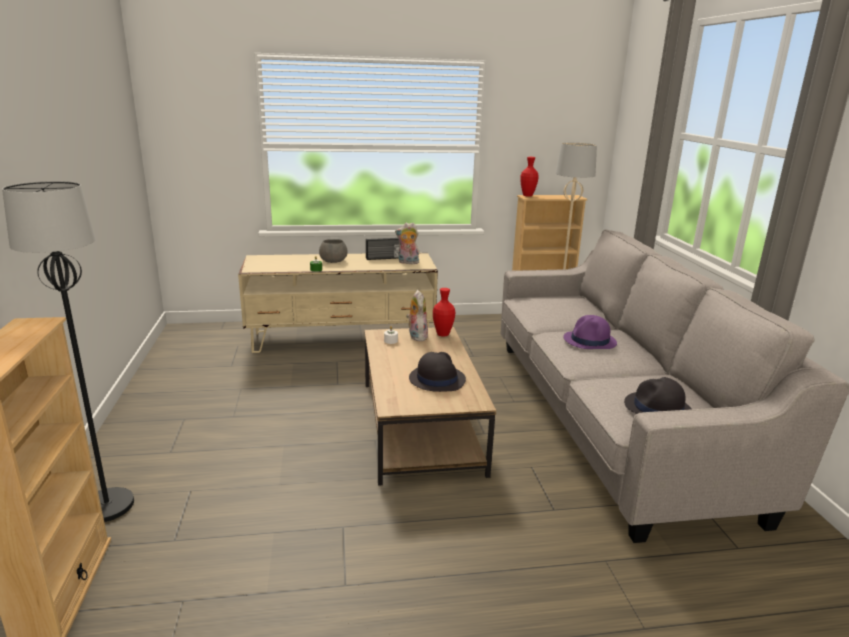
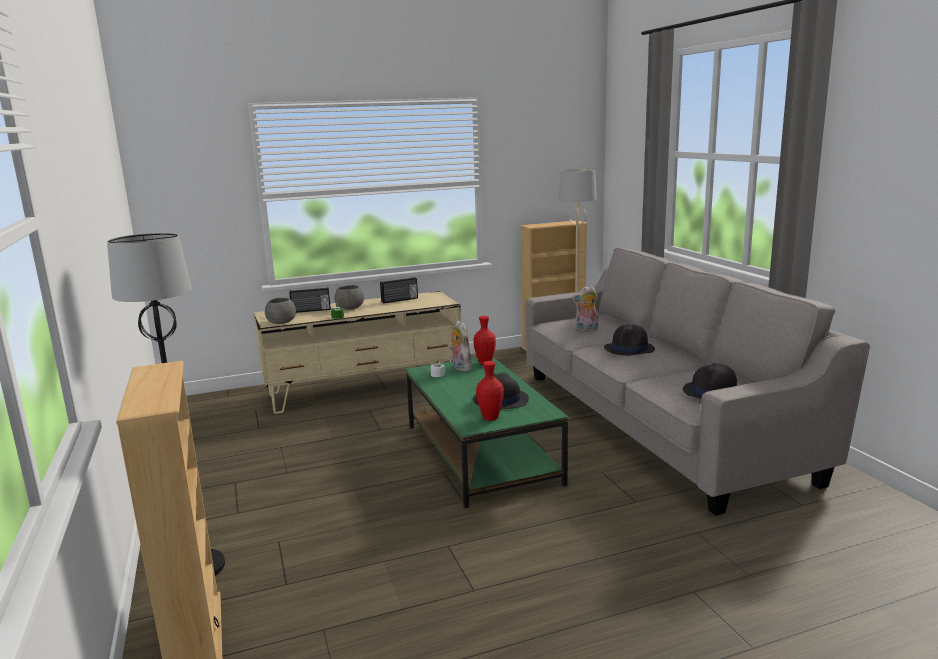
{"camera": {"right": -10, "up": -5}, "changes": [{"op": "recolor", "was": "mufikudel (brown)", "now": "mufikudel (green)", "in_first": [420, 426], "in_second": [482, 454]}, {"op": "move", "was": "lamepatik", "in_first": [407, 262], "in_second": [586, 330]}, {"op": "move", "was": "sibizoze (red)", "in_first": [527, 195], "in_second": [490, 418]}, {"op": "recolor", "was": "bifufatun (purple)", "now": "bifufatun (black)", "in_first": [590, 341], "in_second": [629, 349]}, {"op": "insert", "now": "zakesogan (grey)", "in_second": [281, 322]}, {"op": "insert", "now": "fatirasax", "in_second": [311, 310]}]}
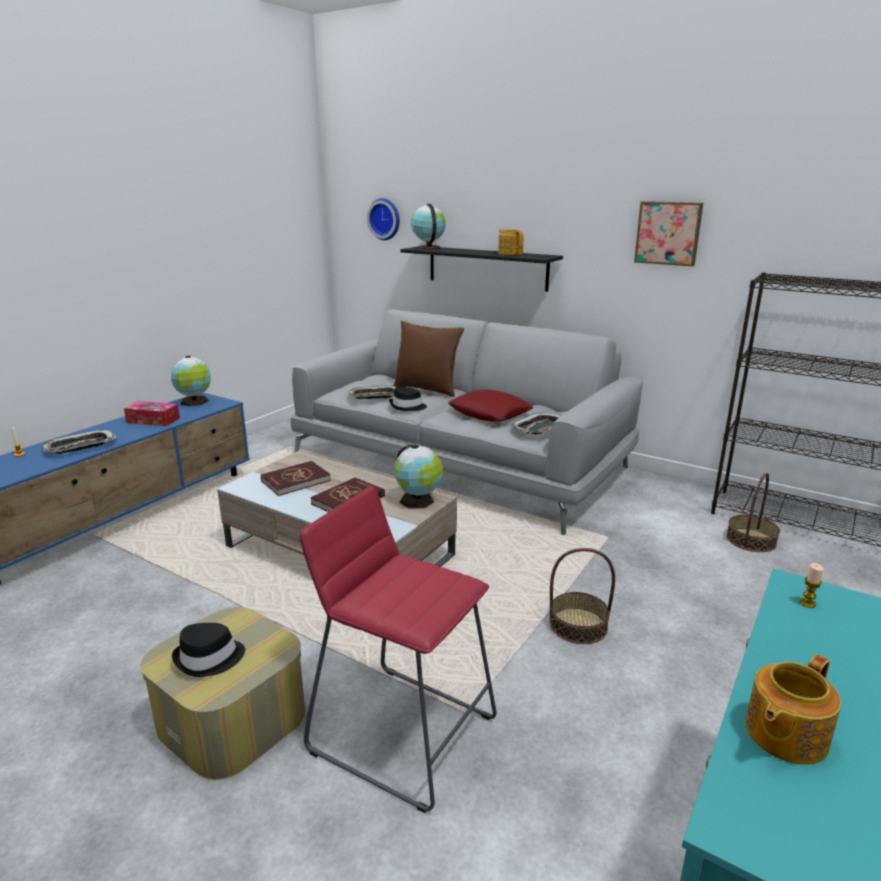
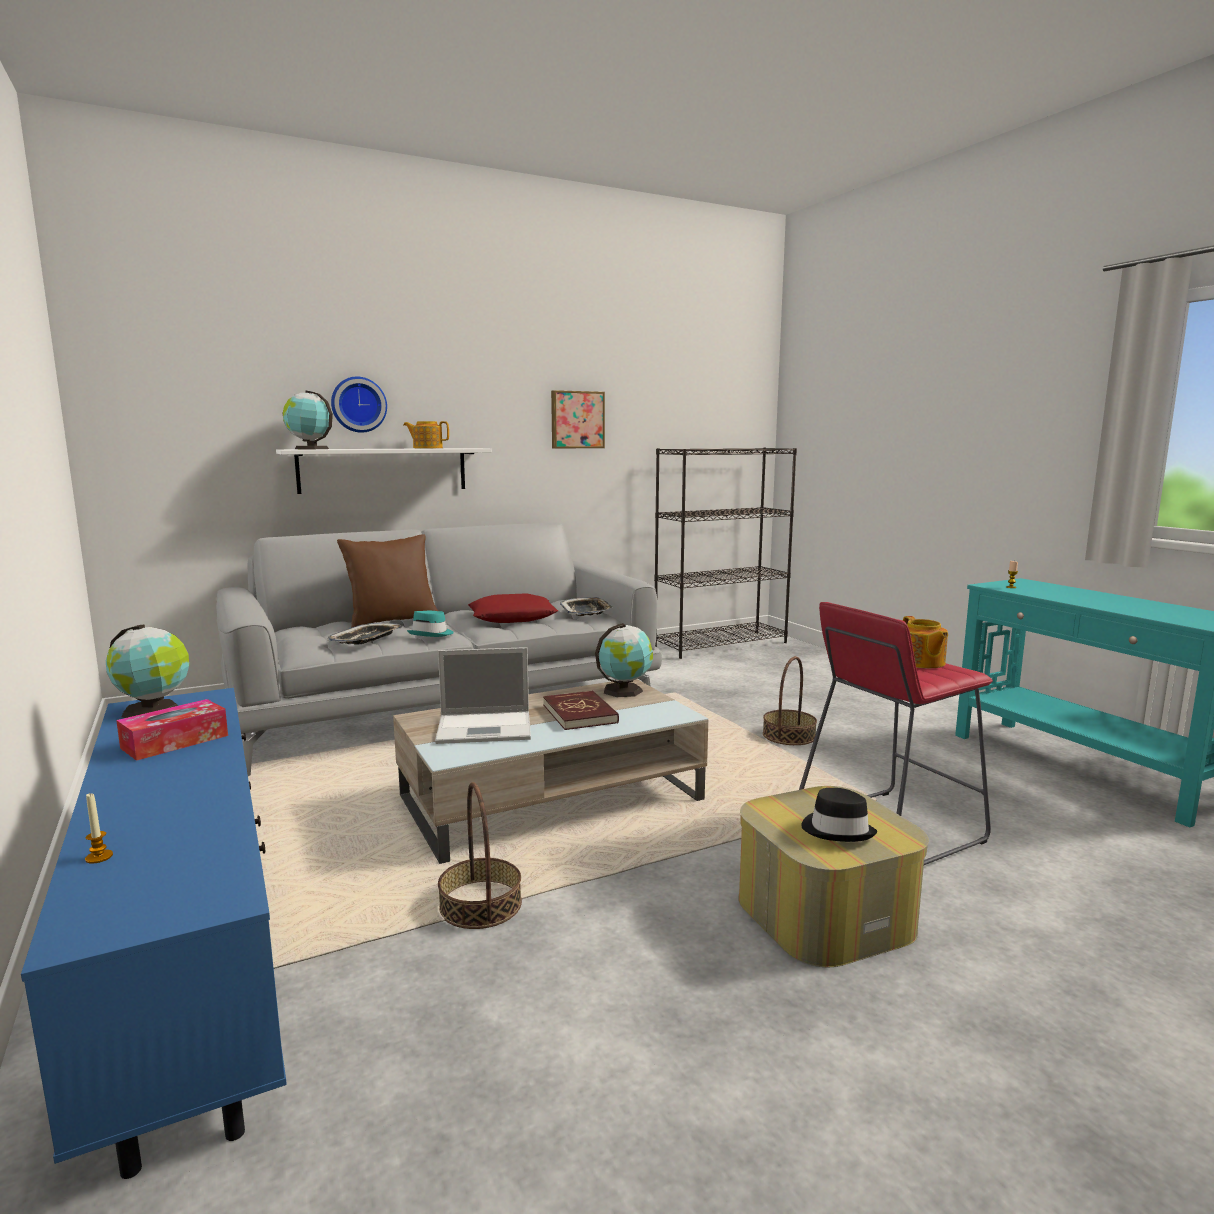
{"camera": {"right": -60, "up": -10}, "changes": [{"op": "delete", "was": "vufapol", "in_first": [80, 447]}, {"op": "replace", "was": "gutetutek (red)", "now": "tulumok", "in_first": [295, 480], "in_second": [486, 728]}, {"op": "move", "was": "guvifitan", "in_first": [385, 219], "in_second": [358, 404]}, {"op": "recolor", "was": "bifufatun (black)", "now": "bifufatun (turquoise)", "in_first": [407, 406], "in_second": [432, 634]}, {"op": "recolor", "was": "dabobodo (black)", "now": "dabobodo (white)", "in_first": [487, 268], "in_second": [383, 470]}, {"op": "move", "was": "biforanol", "in_first": [750, 540], "in_second": [480, 904]}, {"op": "move", "was": "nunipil", "in_first": [783, 734], "in_second": [921, 662]}]}
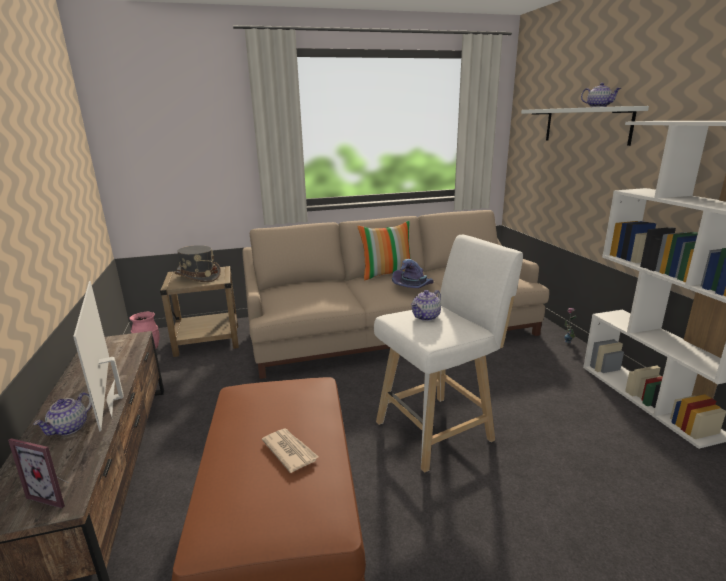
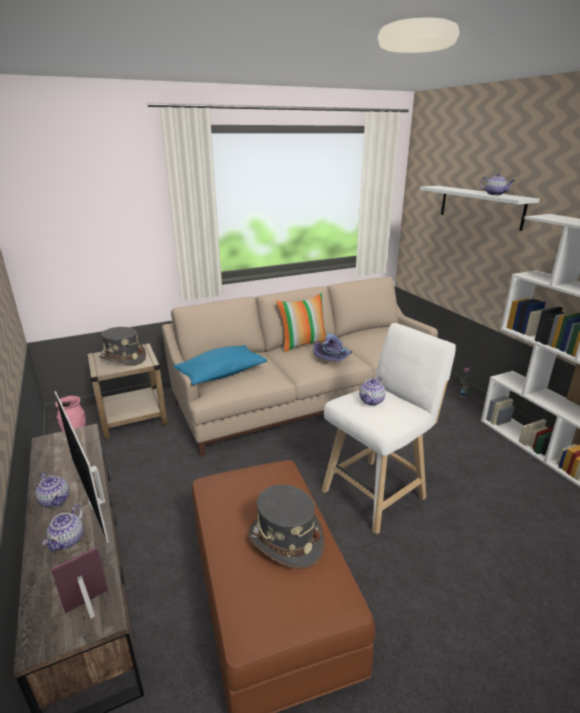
{"camera": {"right": -10, "up": 5}, "changes": [{"op": "rotate", "was": "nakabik", "in_first": [56, 493], "in_second": [90, 608], "clockwise": 135}, {"op": "replace", "was": "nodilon", "now": "bifufatun (grey)", "in_first": [290, 451], "in_second": [285, 540]}, {"op": "insert", "now": "nunipil", "in_second": [55, 500]}, {"op": "insert", "now": "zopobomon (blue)", "in_second": [221, 374]}]}
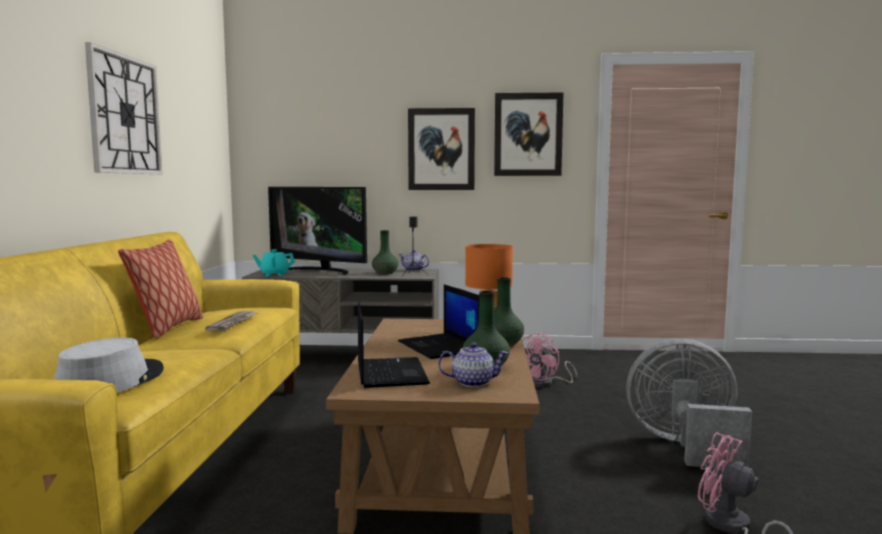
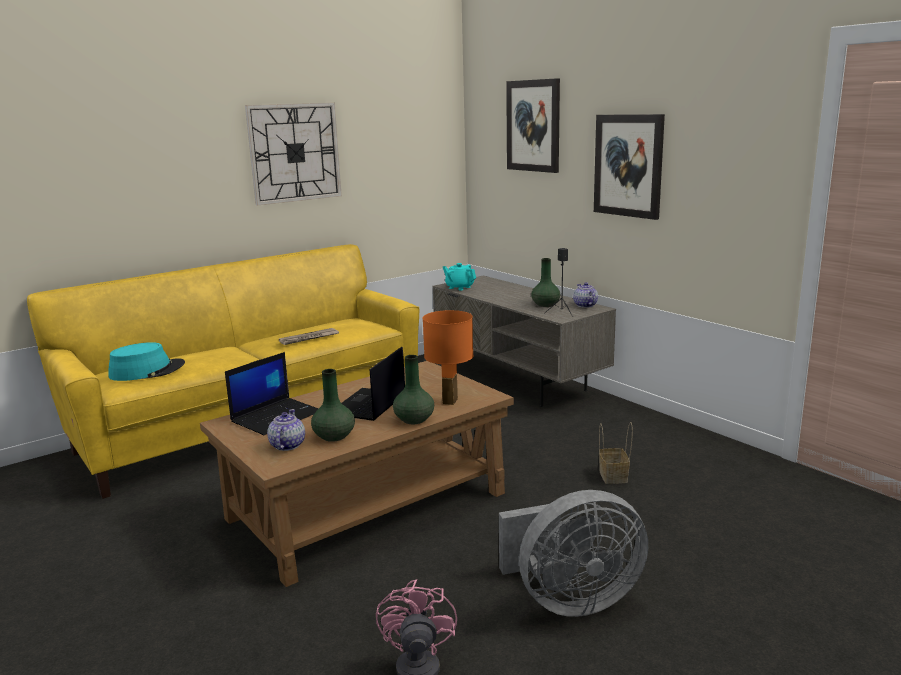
{"camera": {"right": 50, "up": 10}, "changes": [{"op": "recolor", "was": "bifufatun (grey)", "now": "bifufatun (turquoise)", "in_first": [110, 381], "in_second": [147, 371]}, {"op": "delete", "was": "zopobomon", "in_first": [167, 328]}, {"op": "delete", "was": "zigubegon", "in_first": [320, 271]}, {"op": "rotate", "was": "nunipil", "in_first": [472, 382], "in_second": [287, 445], "clockwise": -135}, {"op": "move", "was": "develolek", "in_first": [528, 134], "in_second": [533, 126]}, {"op": "replace", "was": "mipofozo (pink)", "now": "biforanol", "in_first": [545, 384], "in_second": [614, 476]}, {"op": "rotate", "was": "mipofozo (grey)", "in_first": [684, 446], "in_second": [570, 600], "clockwise": 105}]}
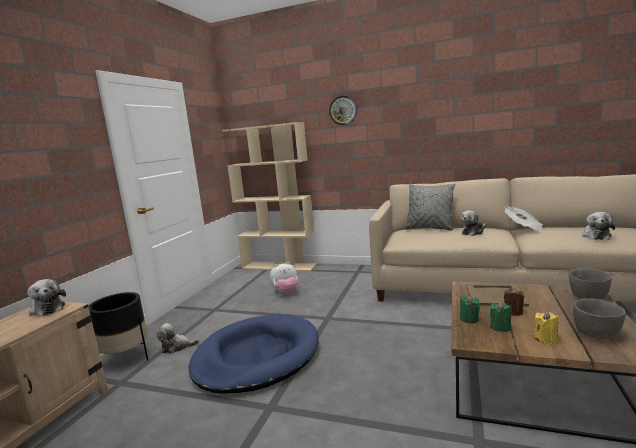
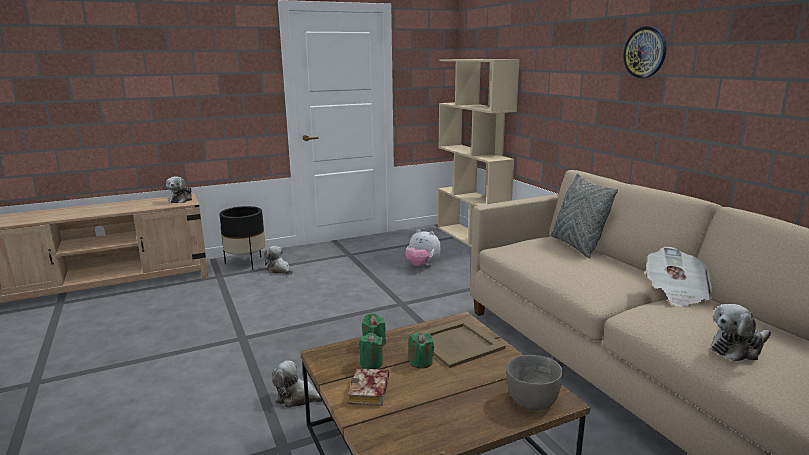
{"camera": {"right": 45, "up": 5}, "changes": [{"op": "delete", "was": "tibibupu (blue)", "in_first": [256, 357]}, {"op": "move", "was": "guvifitan", "in_first": [343, 110], "in_second": [645, 52]}, {"op": "move", "was": "lamepatik", "in_first": [473, 232], "in_second": [298, 398]}, {"op": "recolor", "was": "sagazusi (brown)", "now": "sagazusi (green)", "in_first": [513, 312], "in_second": [421, 362]}, {"op": "replace", "was": "sagazusi (yellow)", "now": "gutetutek", "in_first": [545, 338], "in_second": [370, 392]}, {"op": "delete", "was": "zakesogan (grey)", "in_first": [597, 334]}]}
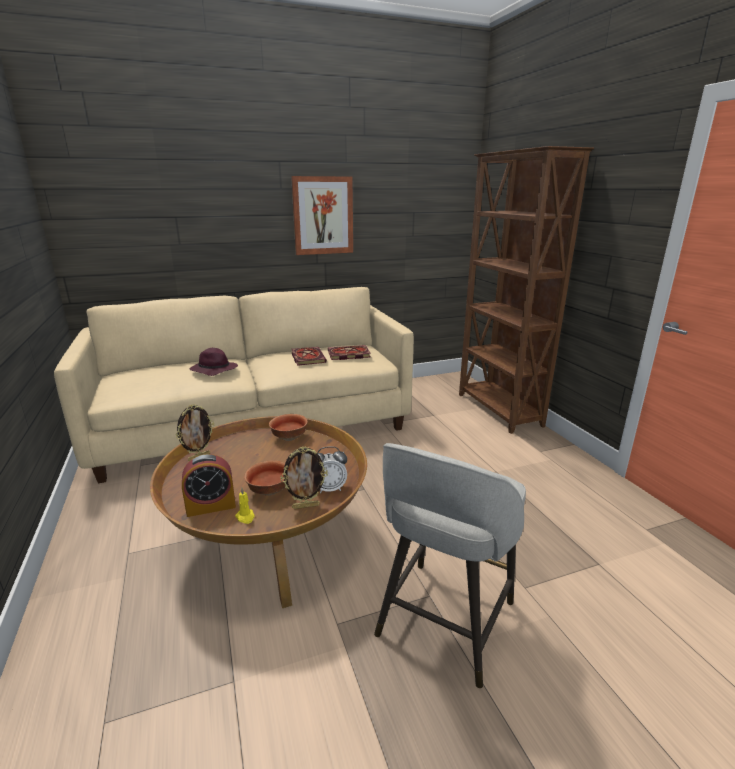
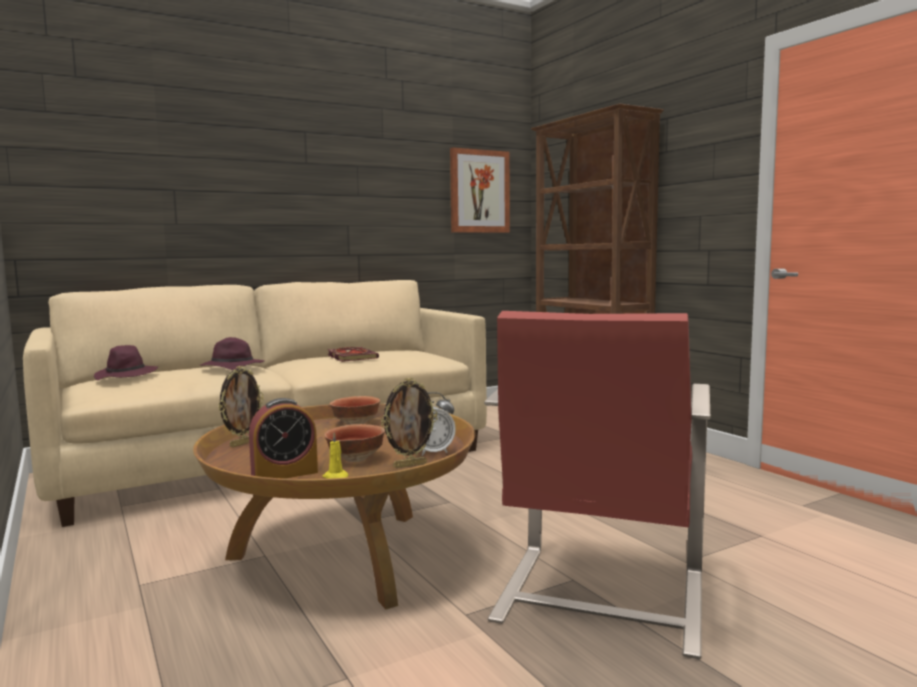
{"camera": {"right": -10, "up": -15}, "changes": [{"op": "move", "was": "develolek", "in_first": [323, 216], "in_second": [479, 191]}, {"op": "delete", "was": "gutetutek", "in_first": [348, 355]}, {"op": "replace", "was": "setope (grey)", "now": "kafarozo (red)", "in_first": [443, 622], "in_second": [600, 598]}, {"op": "insert", "now": "bifufatun (purple)", "in_second": [127, 376]}]}
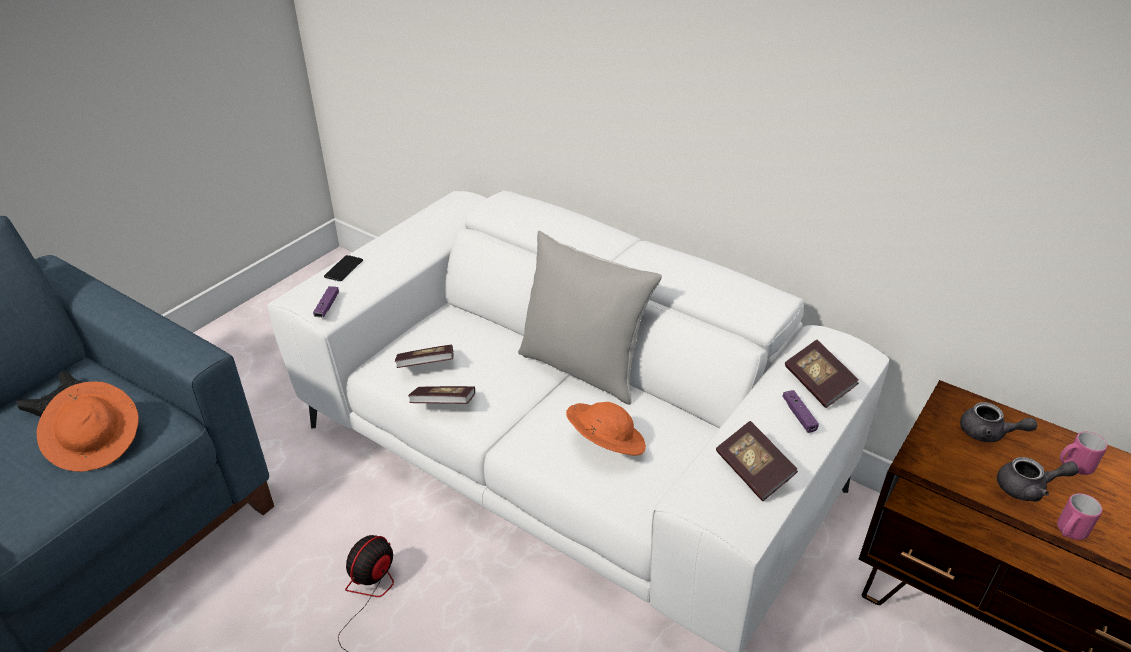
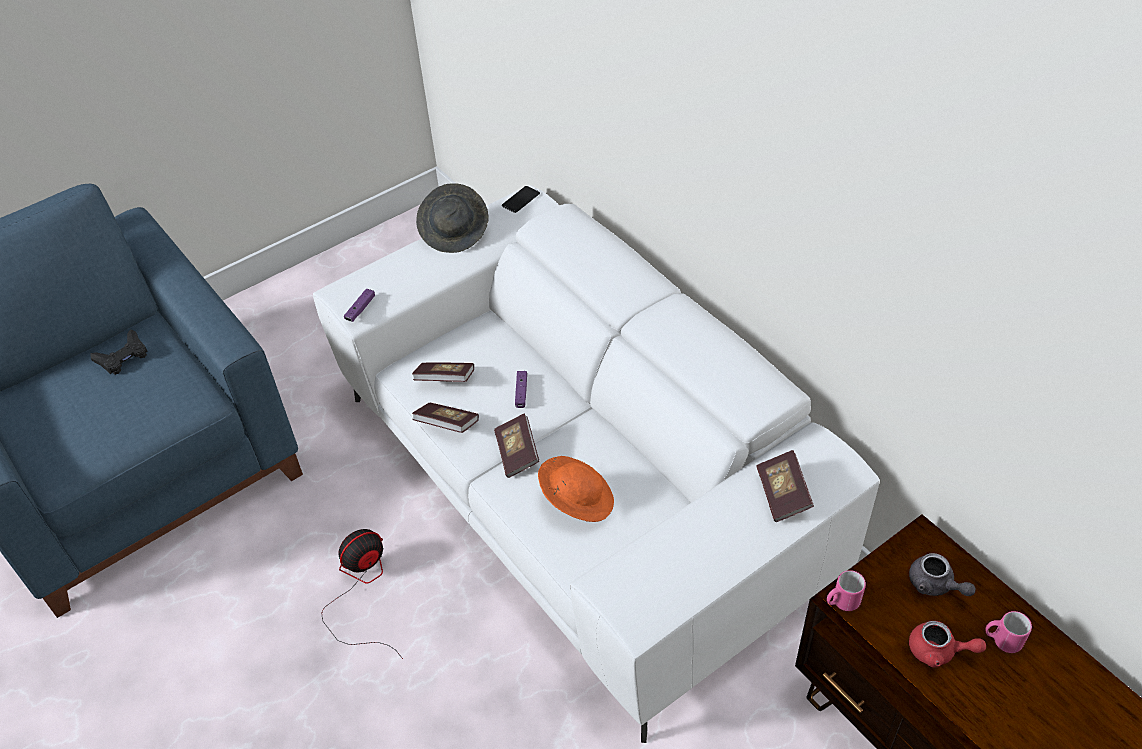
{"camera": {"right": 20, "up": 10}, "changes": [{"op": "delete", "was": "bifufatun (orange)", "in_first": [96, 442]}, {"op": "move", "was": "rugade", "in_first": [343, 269], "in_second": [521, 200]}, {"op": "delete", "was": "zopobomon (grey)", "in_first": [583, 368]}, {"op": "move", "was": "gutetutek", "in_first": [753, 471], "in_second": [517, 453]}, {"op": "move", "was": "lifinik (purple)", "in_first": [799, 415], "in_second": [521, 392]}, {"op": "recolor", "was": "nunipil (grey)", "now": "nunipil (red)", "in_first": [1028, 488], "in_second": [939, 651]}, {"op": "move", "was": "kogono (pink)", "in_first": [1069, 532], "in_second": [841, 602]}, {"op": "insert", "now": "bifufatun (grey)", "in_second": [455, 232]}]}
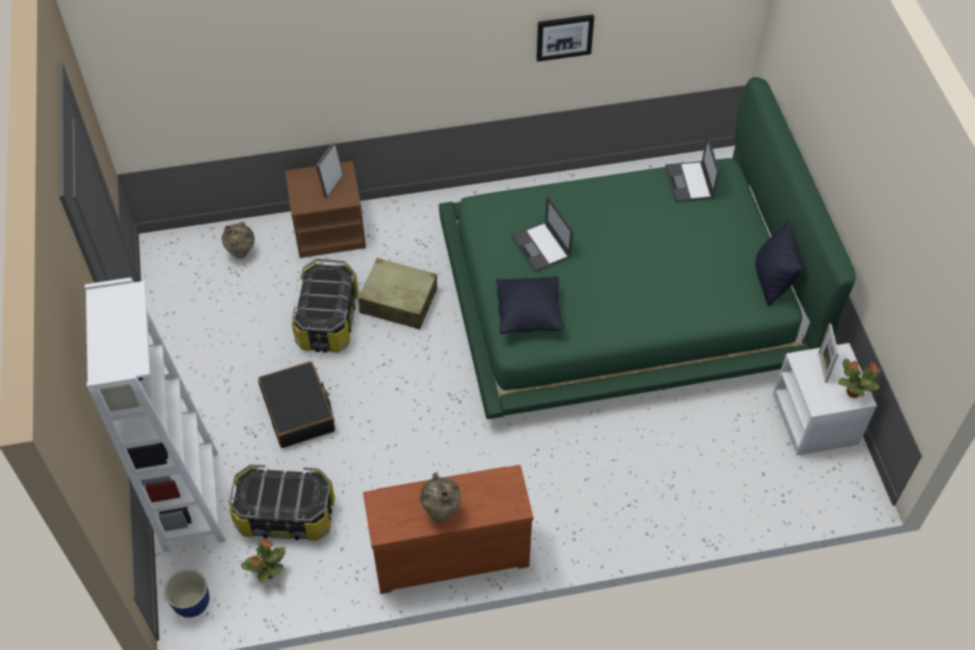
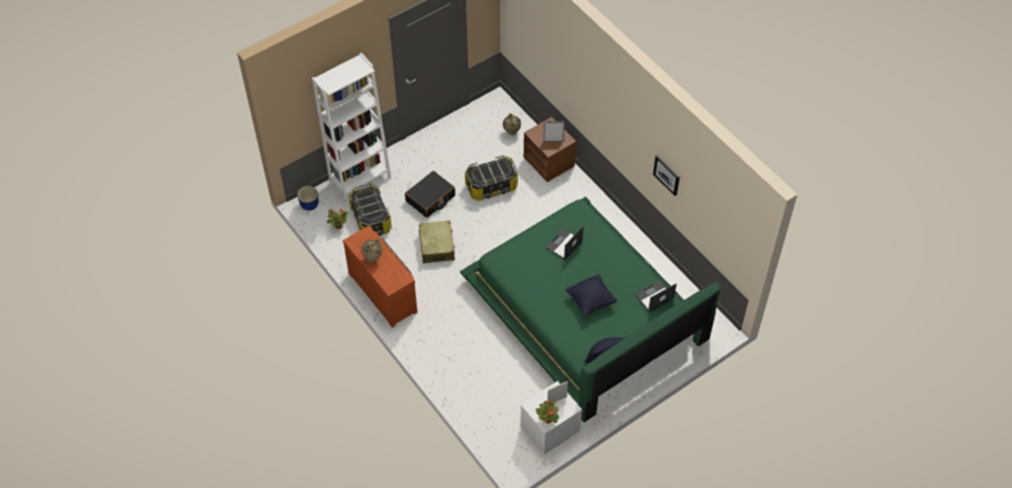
{"camera": {"right": 65, "up": 0}, "changes": [{"op": "move", "was": "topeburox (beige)", "in_first": [398, 301], "in_second": [437, 246]}, {"op": "move", "was": "zopobomon (black)", "in_first": [529, 315], "in_second": [590, 301]}]}
